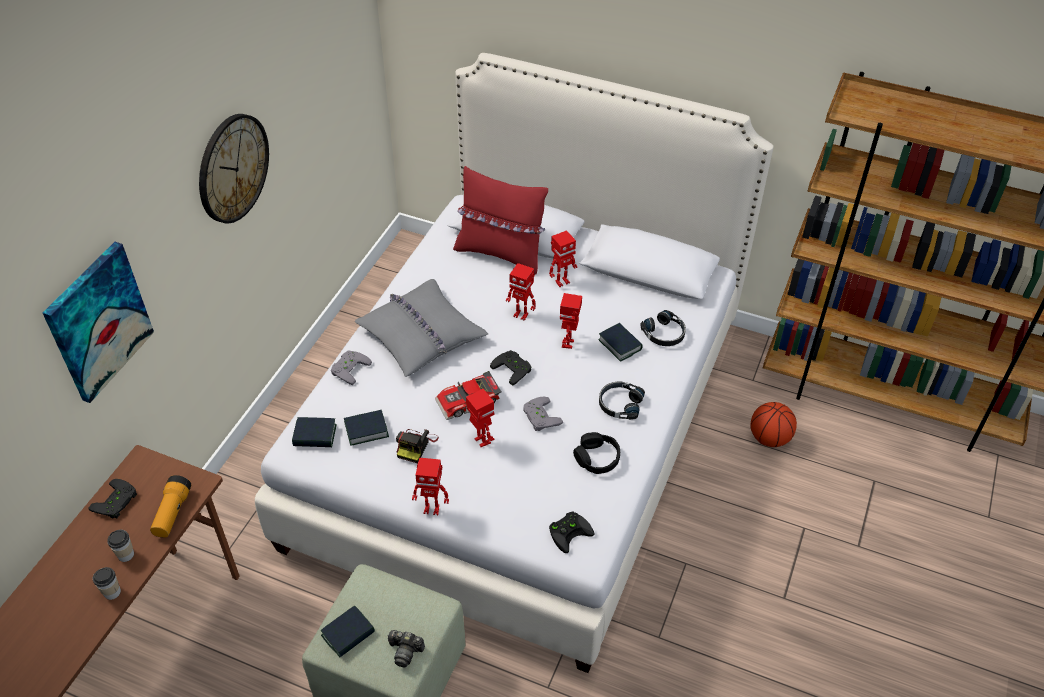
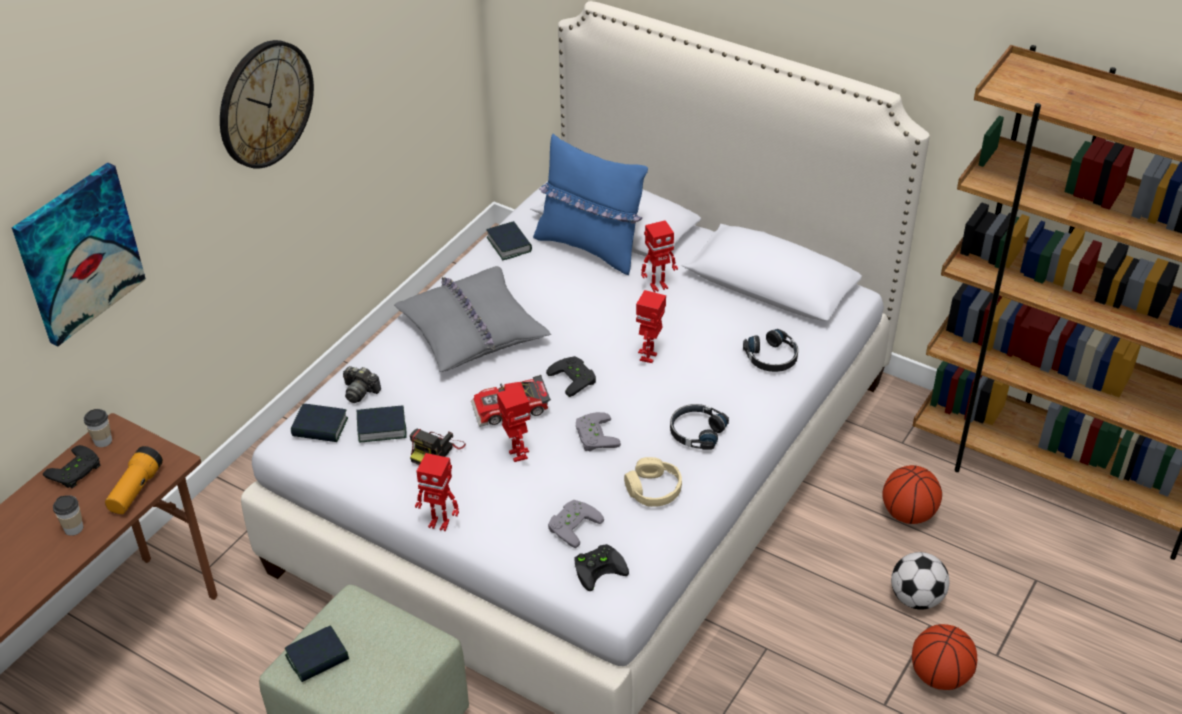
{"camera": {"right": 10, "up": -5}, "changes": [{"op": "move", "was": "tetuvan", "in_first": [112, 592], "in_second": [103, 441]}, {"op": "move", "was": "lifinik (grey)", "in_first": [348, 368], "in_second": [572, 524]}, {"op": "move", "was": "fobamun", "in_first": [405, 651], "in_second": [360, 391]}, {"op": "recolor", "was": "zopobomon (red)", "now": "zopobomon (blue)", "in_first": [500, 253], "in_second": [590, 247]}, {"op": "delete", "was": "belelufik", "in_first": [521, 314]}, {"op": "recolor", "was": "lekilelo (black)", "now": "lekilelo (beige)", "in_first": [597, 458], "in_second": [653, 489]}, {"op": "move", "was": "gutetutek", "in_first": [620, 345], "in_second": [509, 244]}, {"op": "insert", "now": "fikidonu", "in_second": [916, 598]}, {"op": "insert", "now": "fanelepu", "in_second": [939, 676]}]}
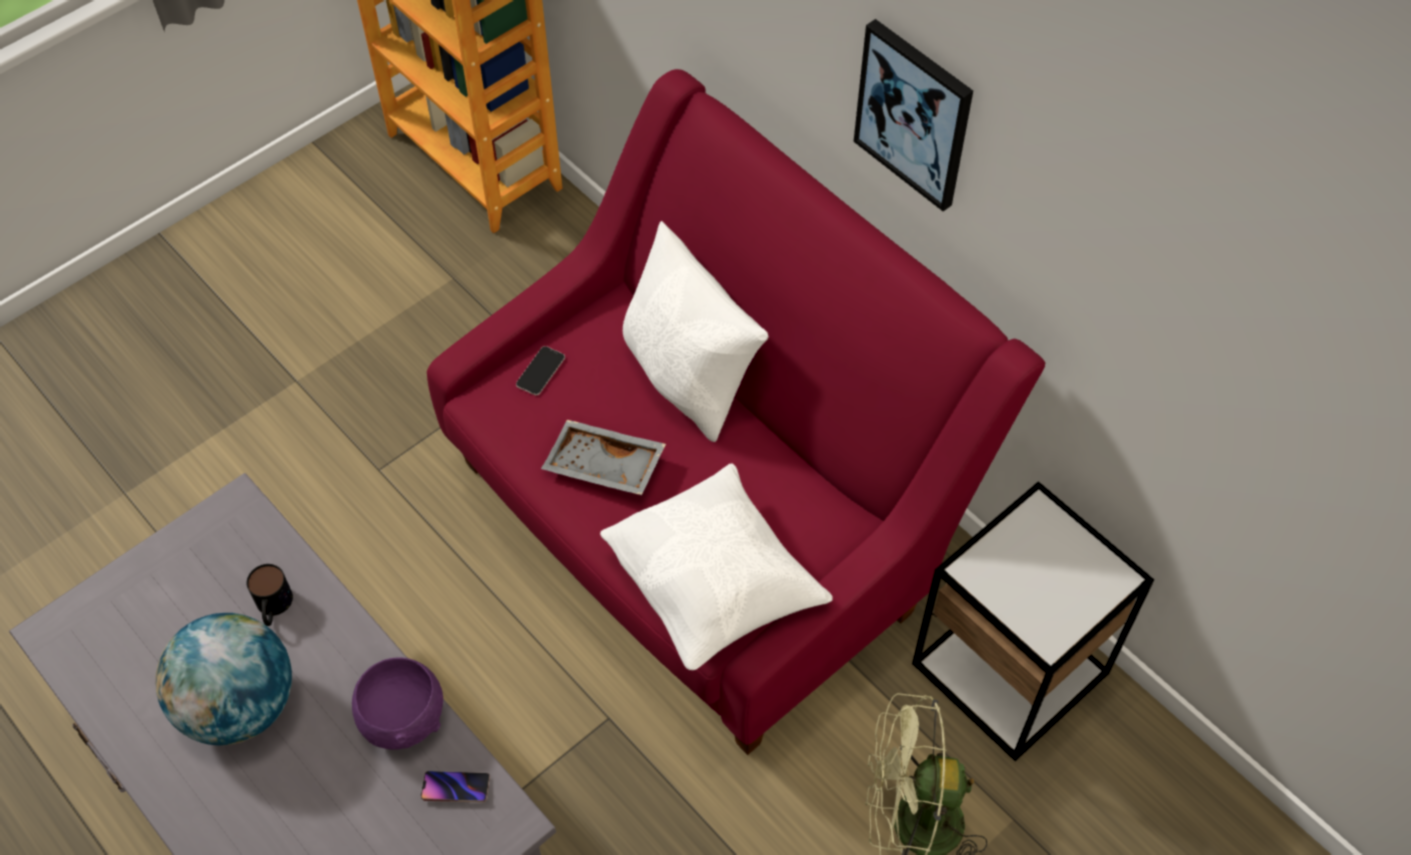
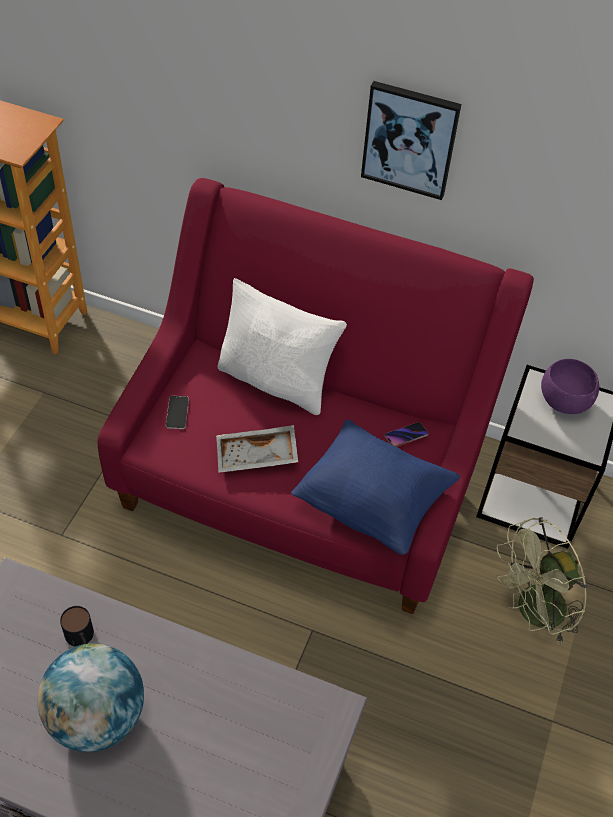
{"camera": {"right": -30, "up": -5}, "changes": [{"op": "move", "was": "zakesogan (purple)", "in_first": [403, 717], "in_second": [563, 401]}, {"op": "move", "was": "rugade", "in_first": [456, 788], "in_second": [406, 436]}, {"op": "recolor", "was": "zopobomon (white)", "now": "zopobomon (blue)", "in_first": [712, 588], "in_second": [372, 504]}]}
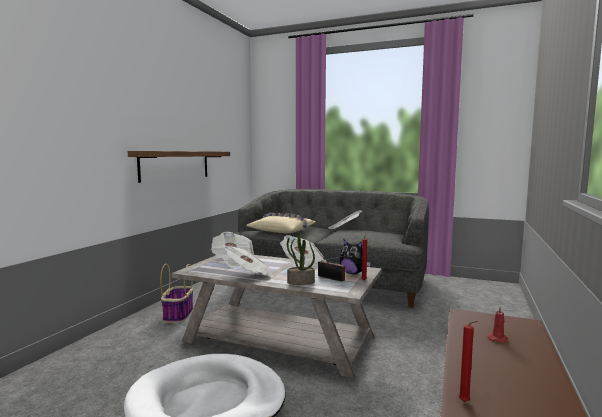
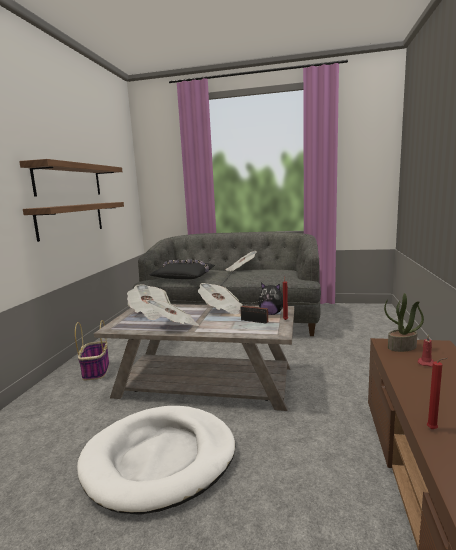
{"camera": {"right": -10, "up": 5}, "changes": [{"op": "recolor", "was": "zopobomon (beige)", "now": "zopobomon (black)", "in_first": [283, 230], "in_second": [185, 276]}, {"op": "move", "was": "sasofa", "in_first": [300, 282], "in_second": [402, 347]}, {"op": "insert", "now": "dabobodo", "in_second": [69, 180]}]}
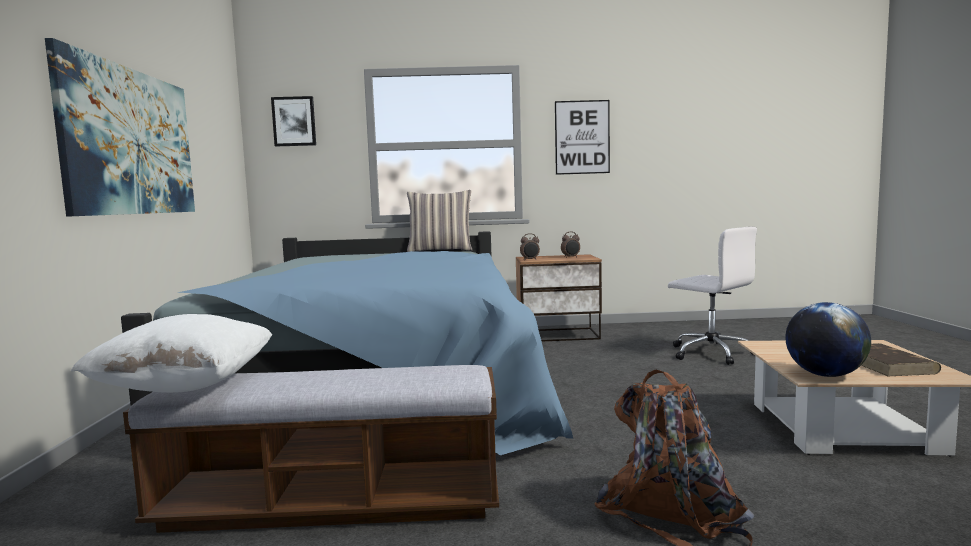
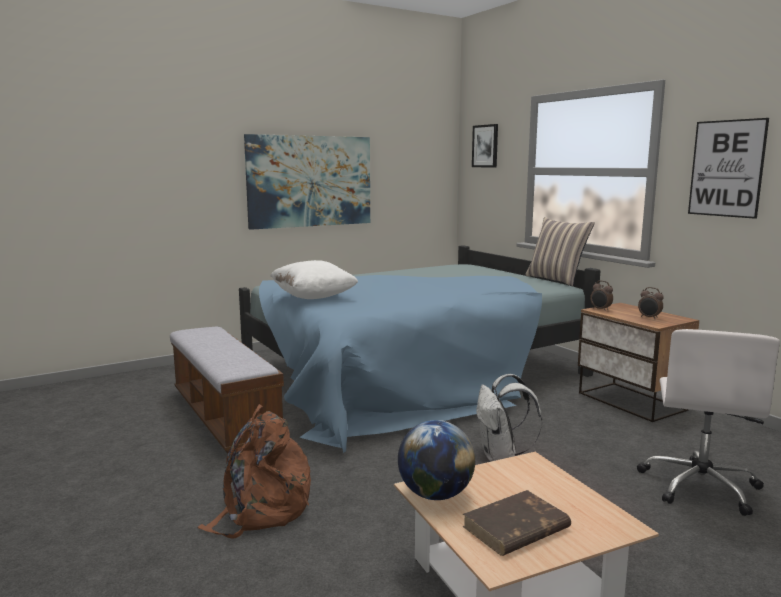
{"camera": {"right": 60, "up": 5}, "changes": [{"op": "move", "was": "zopobomon (white)", "in_first": [187, 386], "in_second": [313, 297]}, {"op": "insert", "now": "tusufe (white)", "in_second": [501, 456]}]}
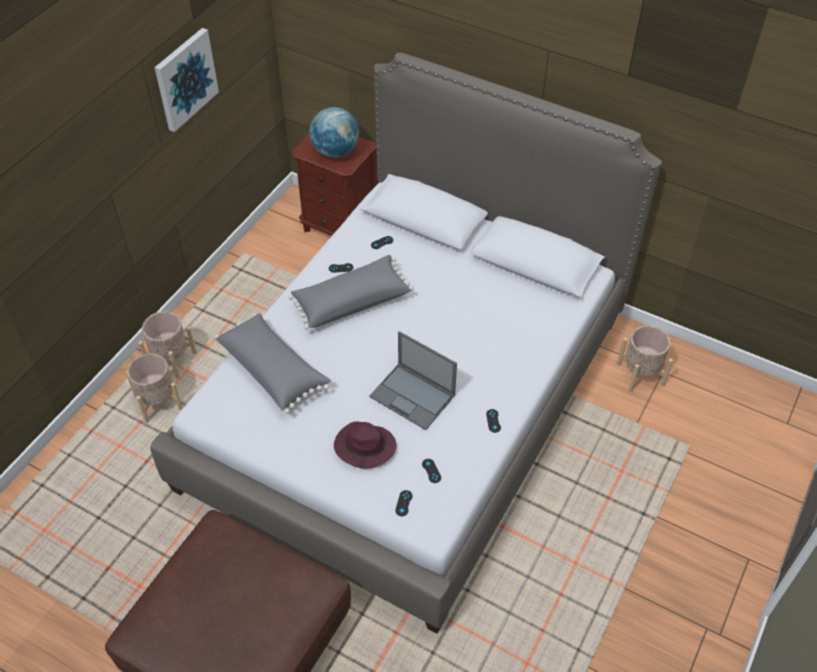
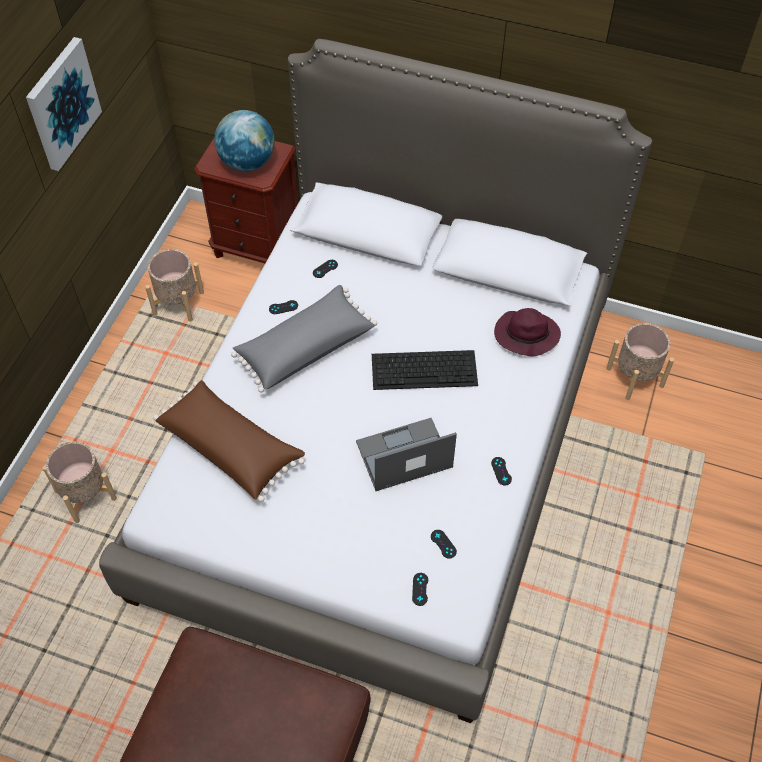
{"camera": {"right": -10, "up": 5}, "changes": [{"op": "move", "was": "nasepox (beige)", "in_first": [171, 360], "in_second": [178, 303]}, {"op": "recolor", "was": "zopobomon (grey)", "now": "zopobomon (brown)", "in_first": [273, 370], "in_second": [231, 447]}, {"op": "move", "was": "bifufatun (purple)", "in_first": [364, 447], "in_second": [525, 335]}, {"op": "rotate", "was": "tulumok", "in_first": [413, 396], "in_second": [403, 455], "clockwise": 135}, {"op": "insert", "now": "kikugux", "in_second": [425, 369]}]}
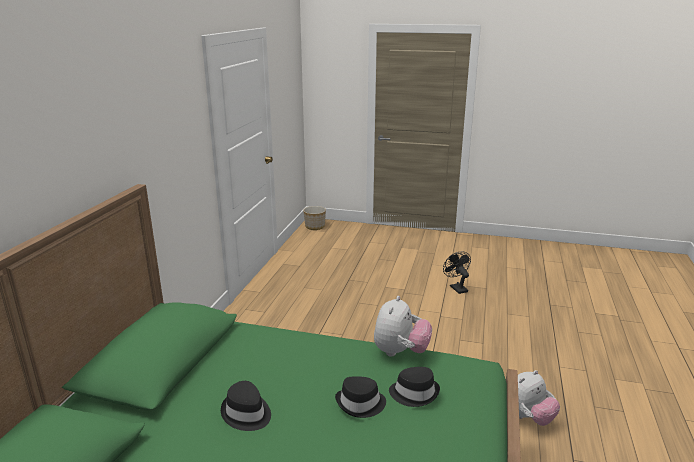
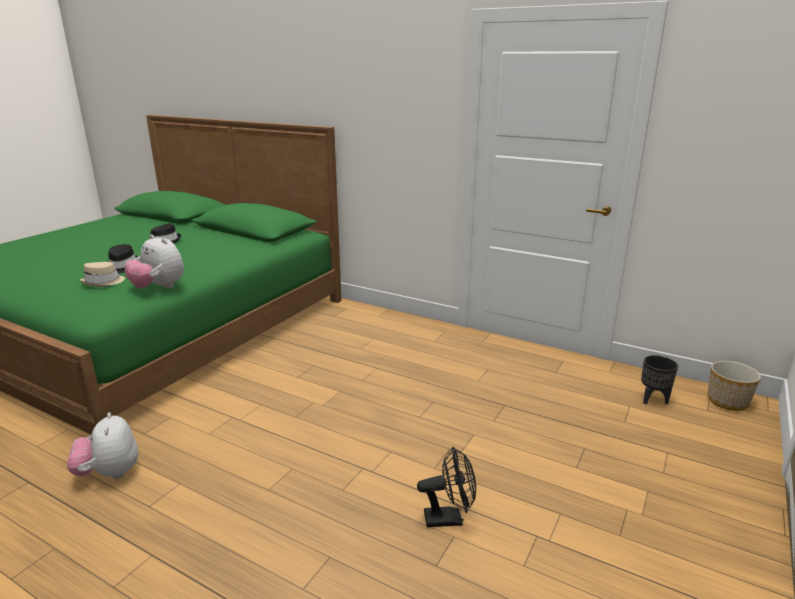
{"camera": {"right": 105, "up": 0}, "changes": [{"op": "recolor", "was": "bifufatun (black)", "now": "bifufatun (beige)", "in_first": [414, 393], "in_second": [103, 282]}, {"op": "insert", "now": "nasepox (black)", "in_second": [653, 400]}]}
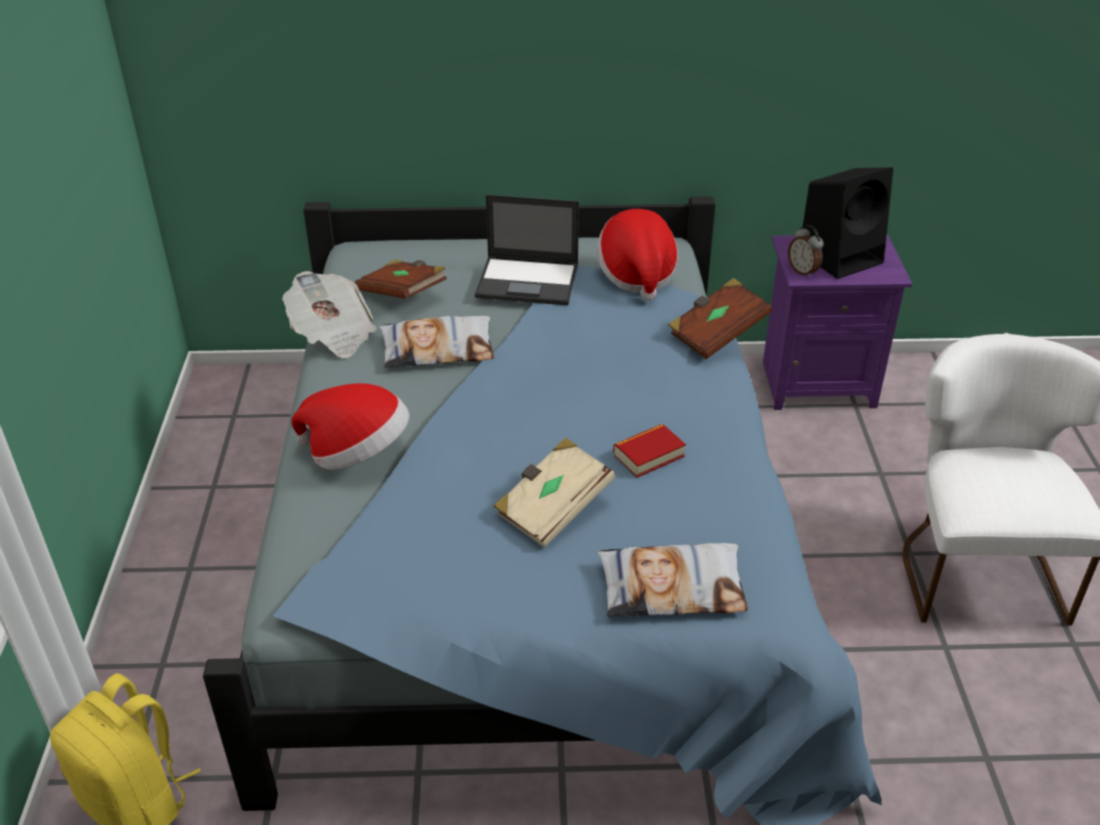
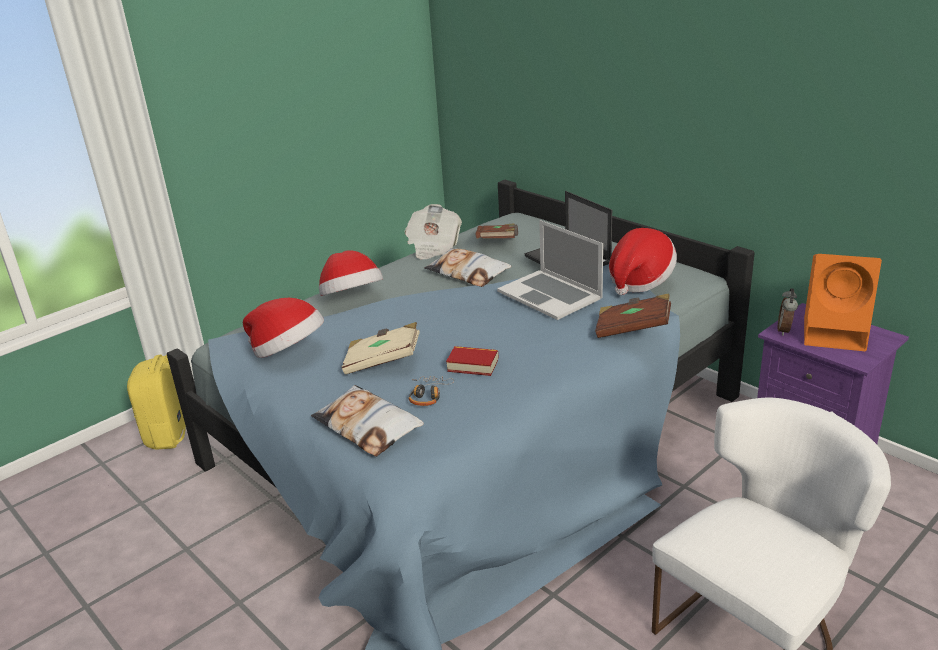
{"camera": {"right": 50, "up": -10}, "changes": [{"op": "recolor", "was": "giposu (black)", "now": "giposu (orange)", "in_first": [842, 256], "in_second": [836, 334]}, {"op": "insert", "now": "bifufatun", "in_second": [288, 352]}, {"op": "insert", "now": "lekilelo", "in_second": [428, 395]}, {"op": "insert", "now": "tulumok", "in_second": [550, 294]}]}
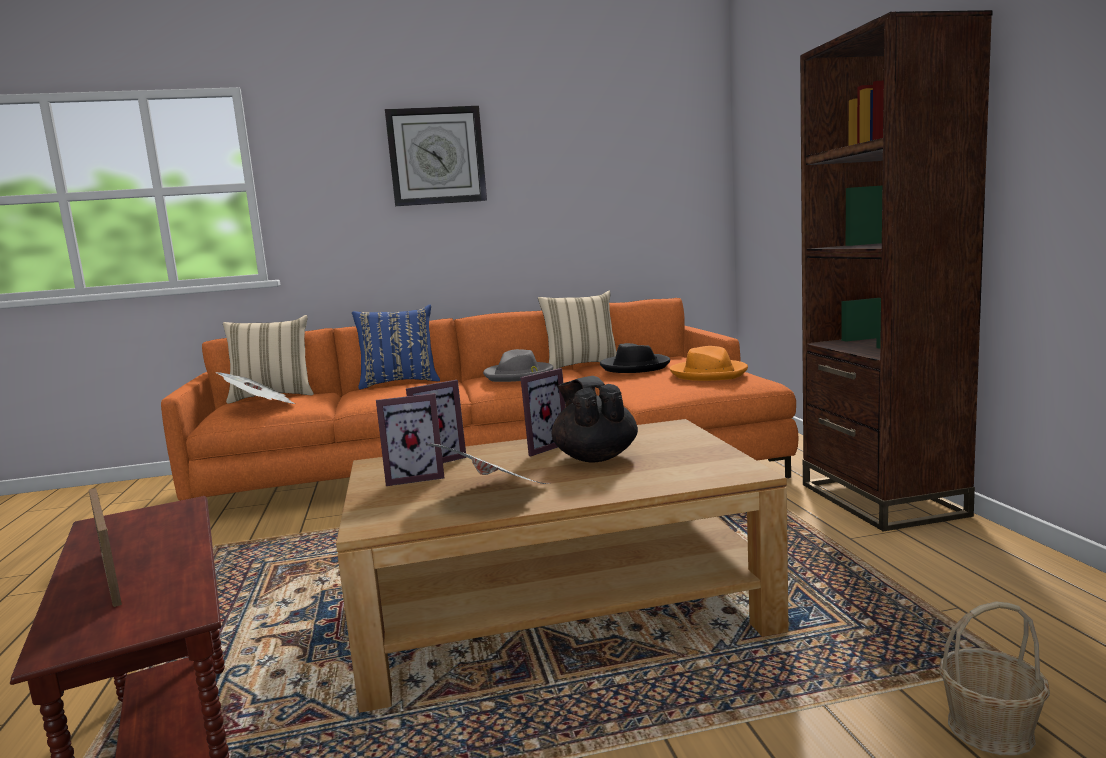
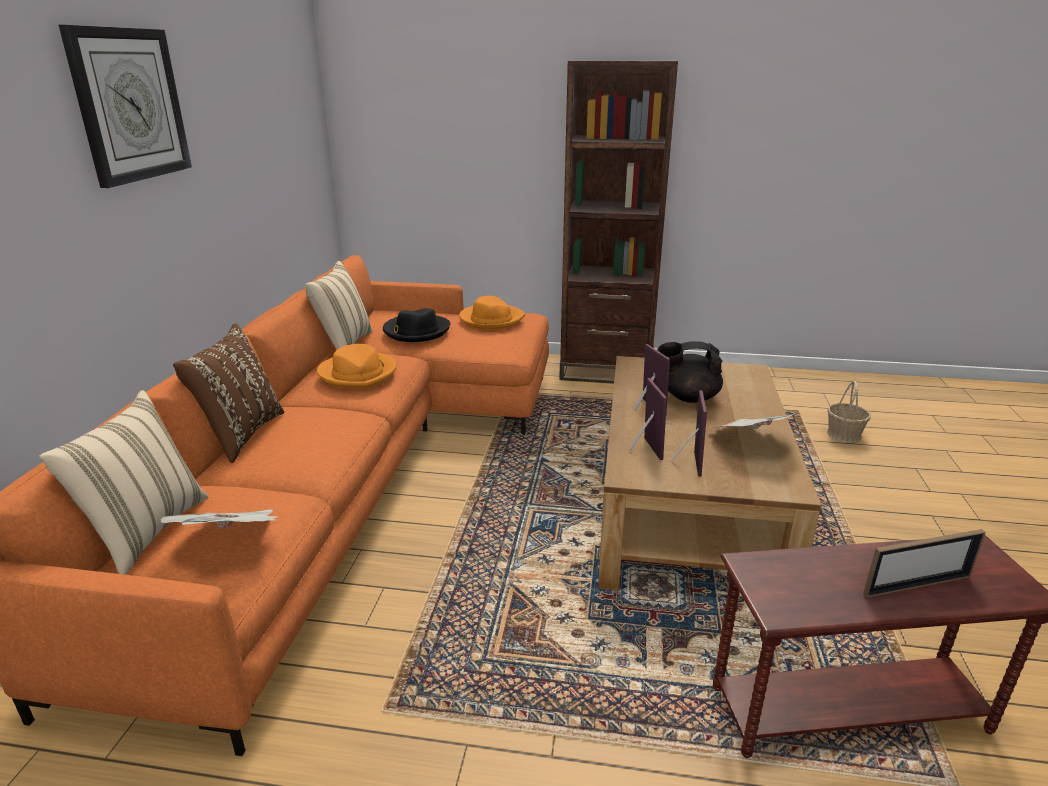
{"camera": {"right": -70, "up": 15}, "changes": [{"op": "recolor", "was": "zopobomon (blue)", "now": "zopobomon (brown)", "in_first": [399, 382], "in_second": [240, 435]}, {"op": "recolor", "was": "bifufatun (grey)", "now": "bifufatun (orange)", "in_first": [518, 375], "in_second": [358, 373]}]}
